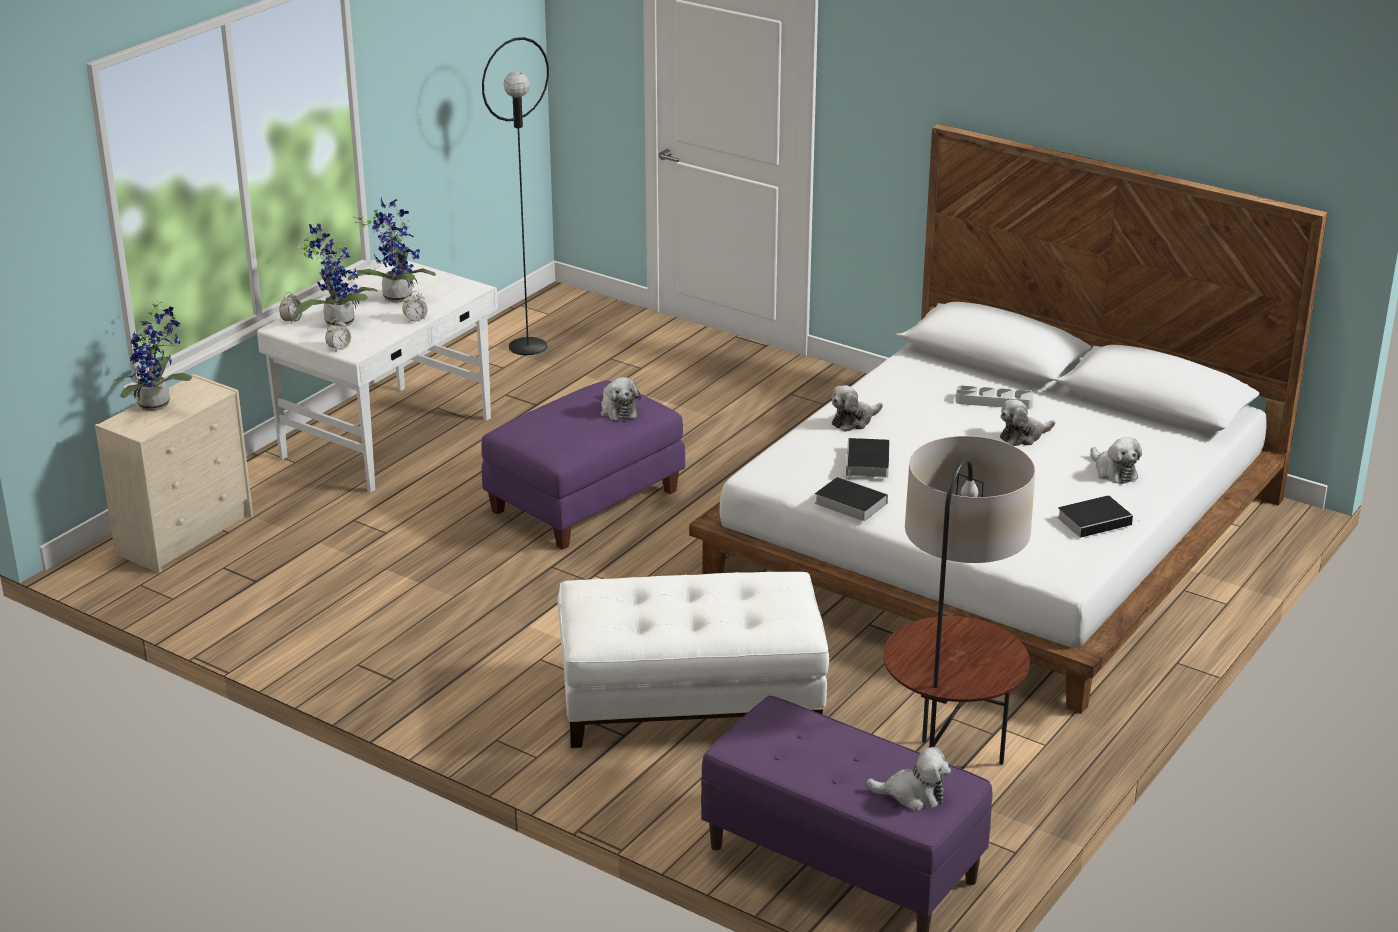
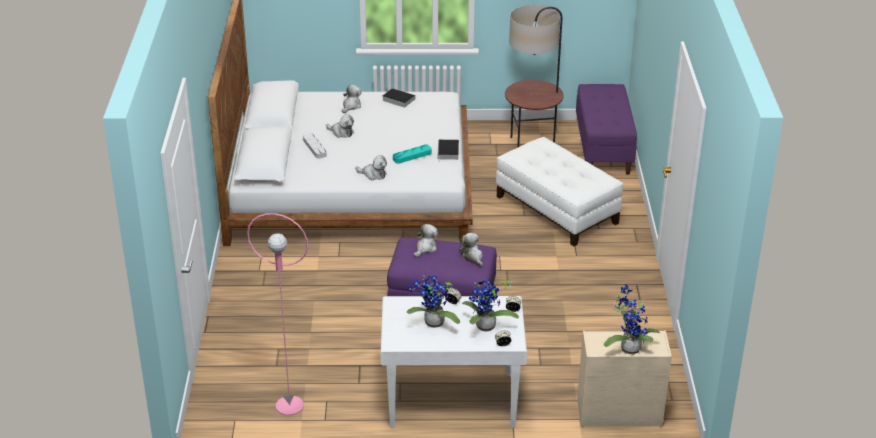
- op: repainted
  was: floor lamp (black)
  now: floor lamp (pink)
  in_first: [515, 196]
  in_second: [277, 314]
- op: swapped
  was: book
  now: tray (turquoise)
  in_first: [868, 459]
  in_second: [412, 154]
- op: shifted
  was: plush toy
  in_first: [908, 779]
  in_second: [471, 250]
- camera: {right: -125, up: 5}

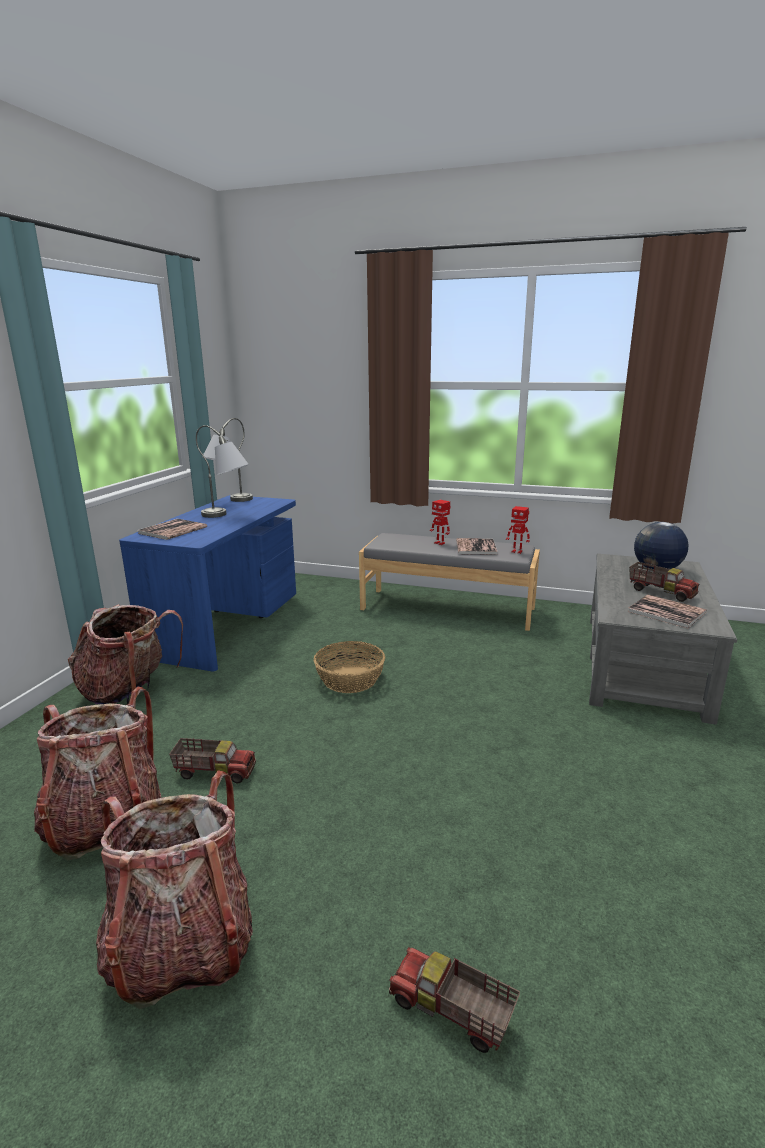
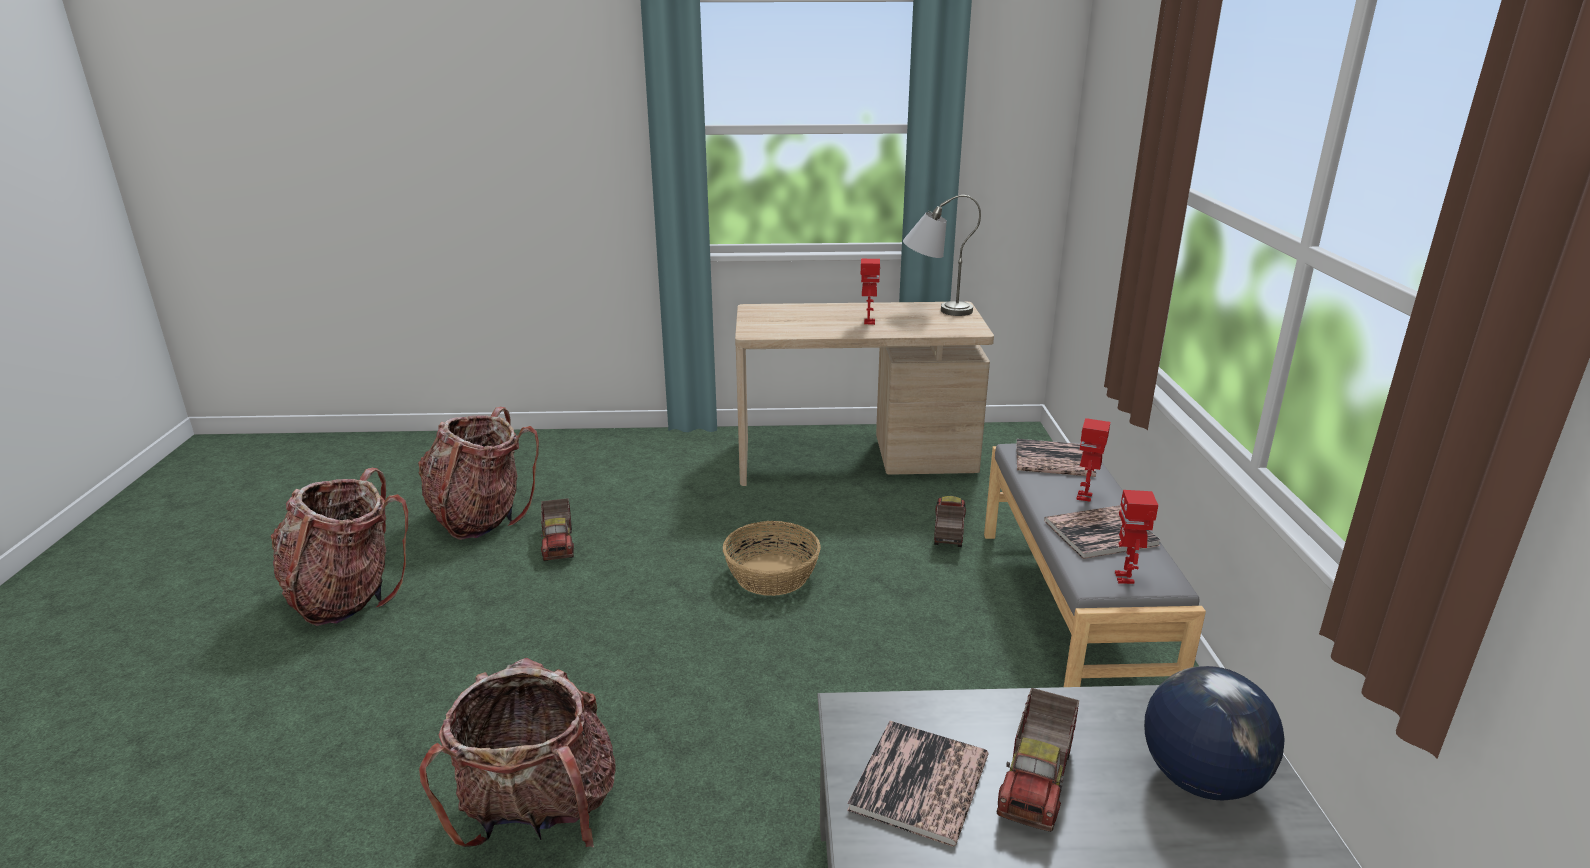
- op: shifted
  was: backpack
  in_first: [125, 654]
  in_second: [517, 752]
- op: repainted
  was: desk (blue)
  now: desk (beige)
  in_first: [207, 583]
  in_second: [864, 394]
- op: swapped
  was: table lamp (grey)
  now: toy robot
  in_first: [222, 471]
  in_second: [870, 292]
- op: shifted
  was: toy truck
  in_first: [454, 1000]
  in_second: [950, 521]
- op: shifted
  was: book
  in_first: [172, 529]
  in_second: [1056, 458]
- camera: {right: 70, up: 5}

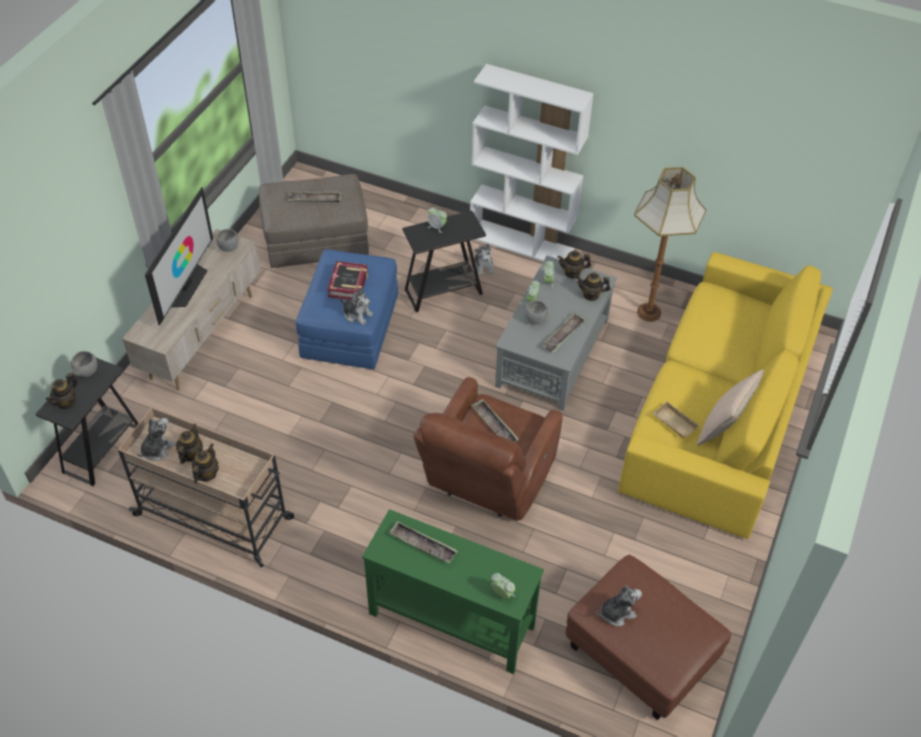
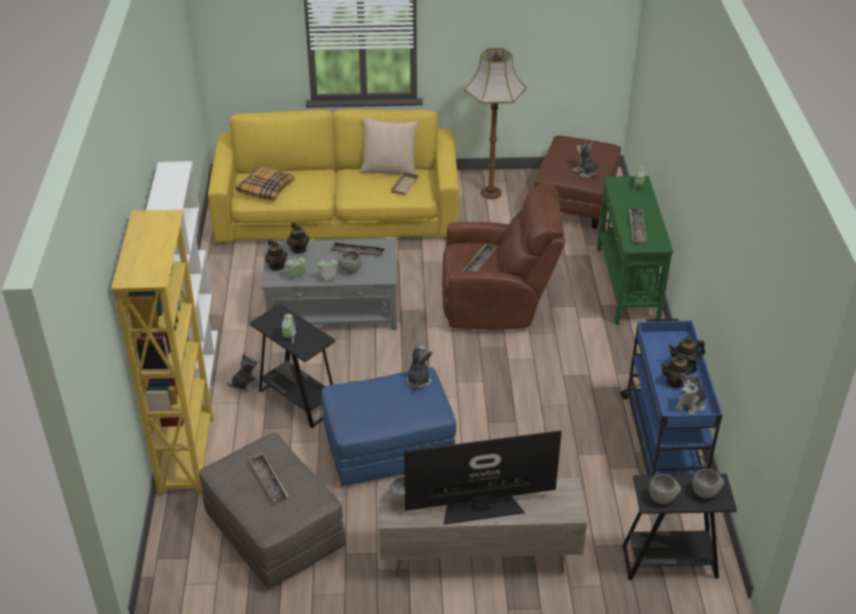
- op: new
  now: bookcase (yellow)
  in_second: [162, 353]
- op: new
  now: pillow
  in_second: [264, 183]
- op: shifted
  was: floor lamp
  in_first: [670, 244]
  in_second: [495, 123]
- op: repainted
  was: cart (beige)
  now: cart (blue)
  in_first: [206, 487]
  in_second: [671, 396]
- op: rotated
  was: plush toy
  in_first: [156, 439]
  in_second: [690, 394]
  clockwise: -60
- op: swapped
  was: teapot
  now: bowl (grey)
  in_first: [62, 391]
  in_second: [708, 483]
- op: gone
  was: book
  in_first: [347, 280]
- camera: {right: -115, up: -10}

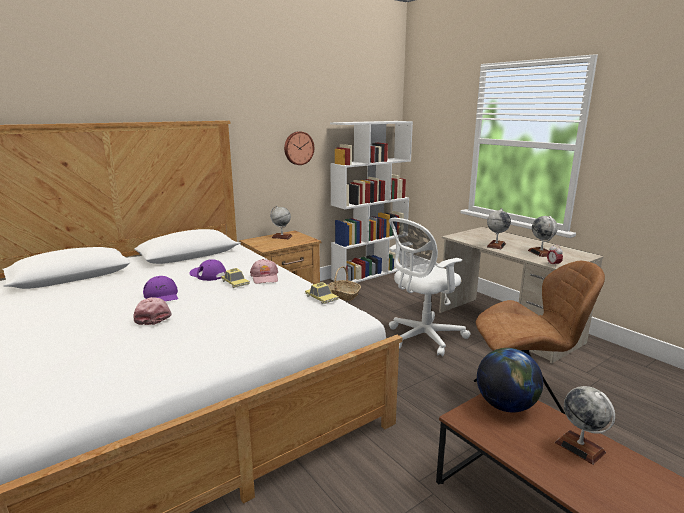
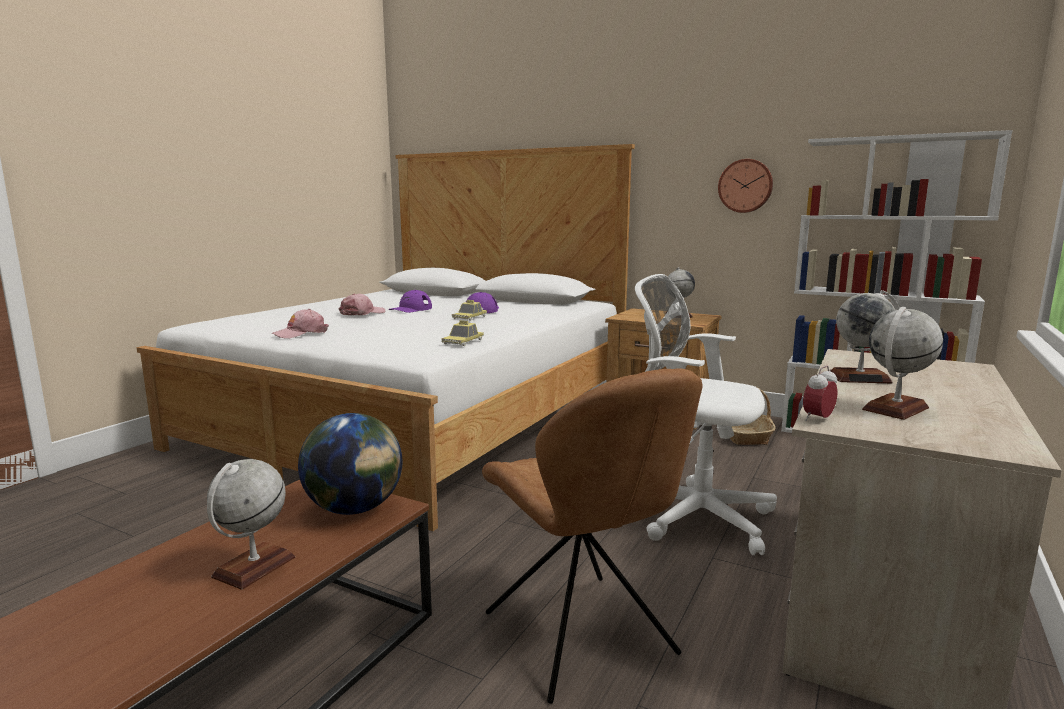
- op: shifted
  was: cap (pink)
  in_first: [264, 271]
  in_second: [300, 324]
- camera: {right: 65, up: -5}

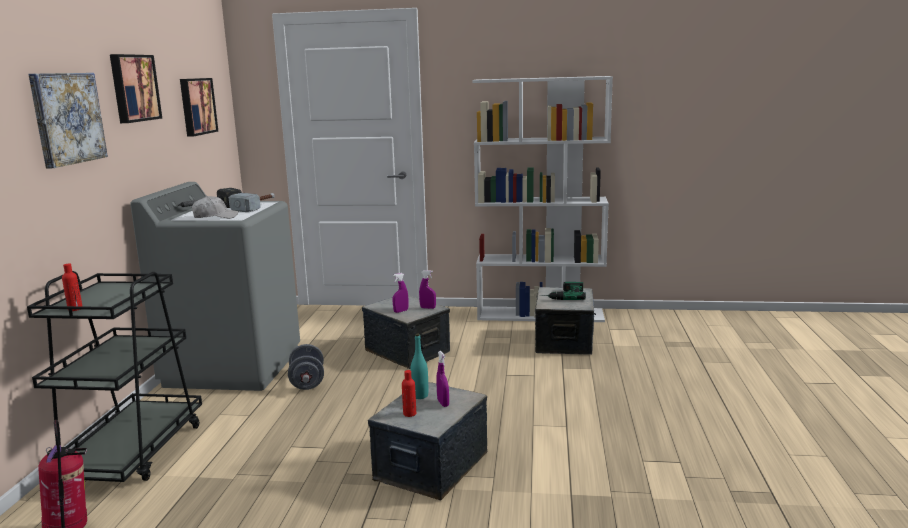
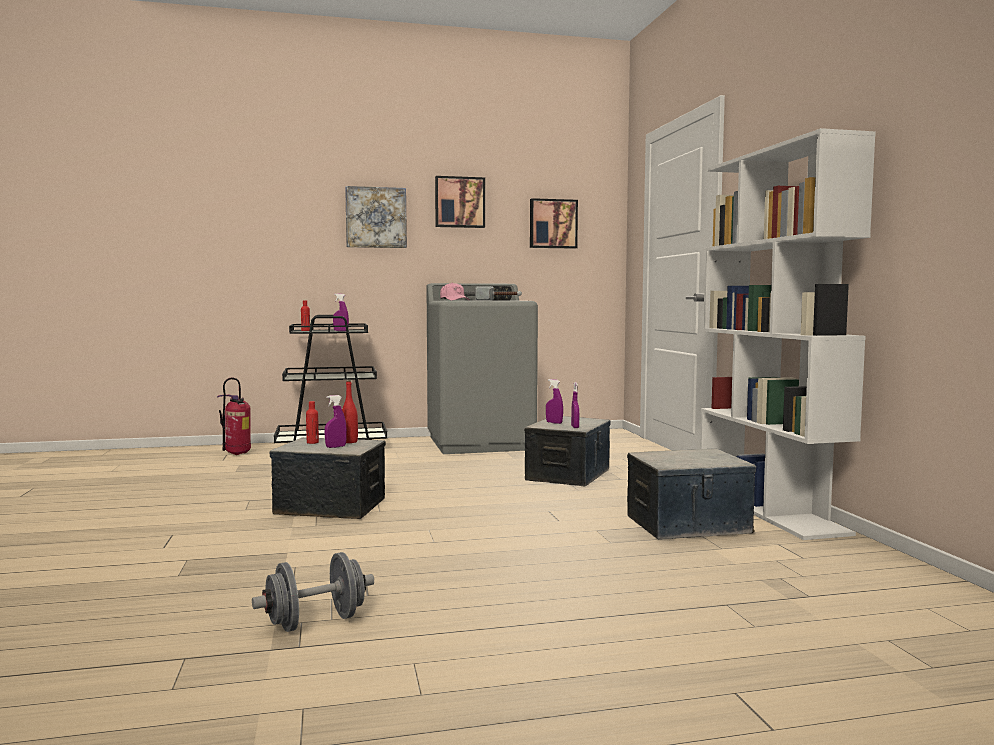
- op: shifted
  was: dumbbell (grey)
  in_first: [306, 367]
  in_second: [313, 592]
- op: new
  now: spray bottle (purple)
  in_second: [341, 312]
- op: repainted
  was: bottle (turquoise)
  now: bottle (red)
  in_first: [419, 366]
  in_second: [350, 411]
- op: repainted
  was: cap (white)
  now: cap (pink)
  in_first: [215, 207]
  in_second: [455, 291]
- op: gone
  was: power drill
  in_first: [563, 291]
- camera: {right: 70, up: -10}

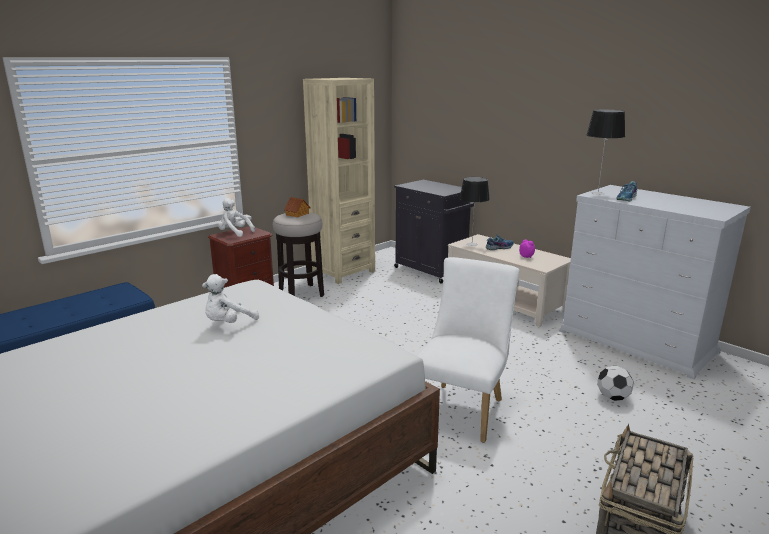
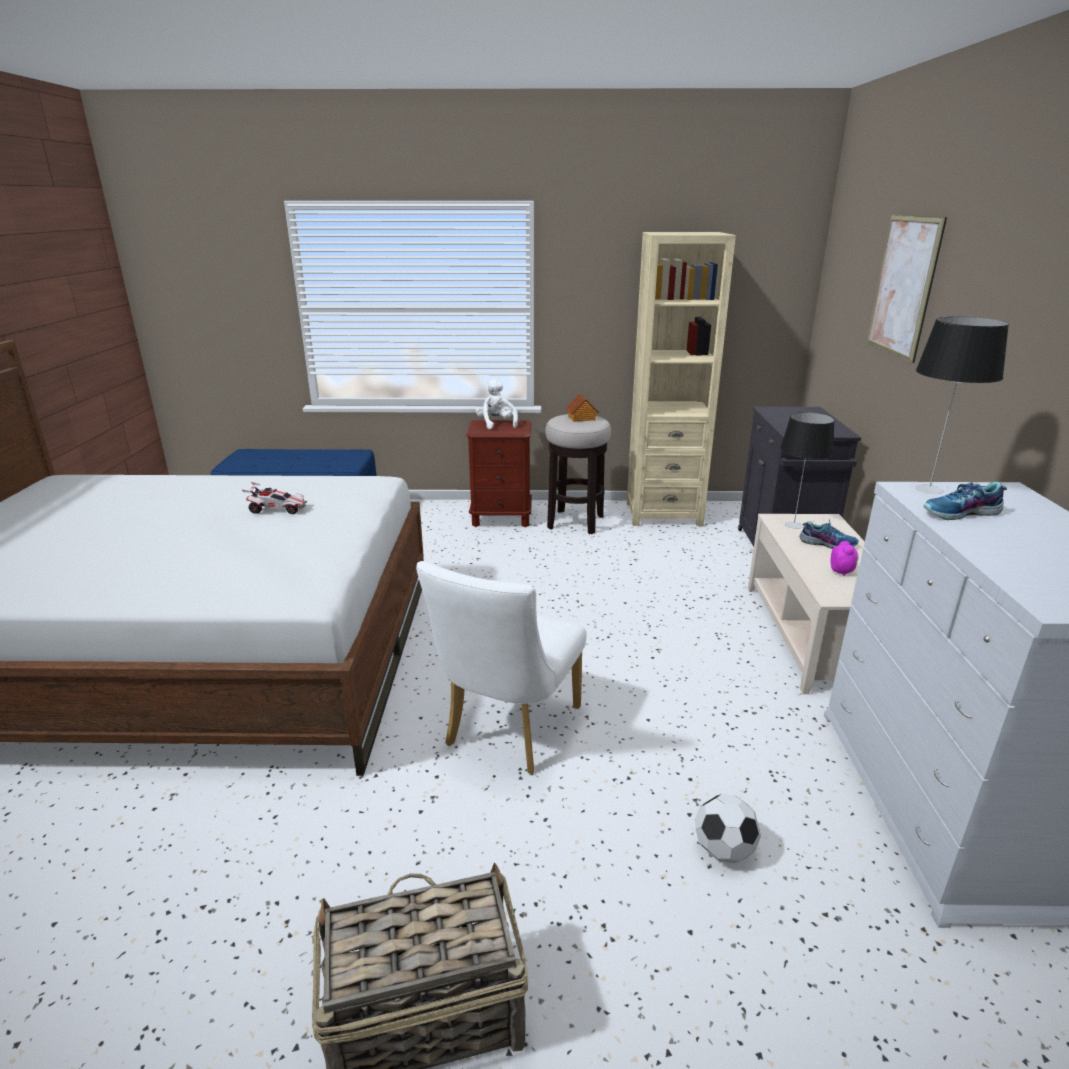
- op: swapped
  was: plush toy (white)
  now: toy car
  in_first: [230, 298]
  in_second: [274, 498]
- op: rotated
  was: chair (white)
  in_first: [468, 350]
  in_second: [501, 667]
  clockwise: 135
- op: new
  now: picture
  in_second: [907, 289]
- camera: {right: 45, up: 5}

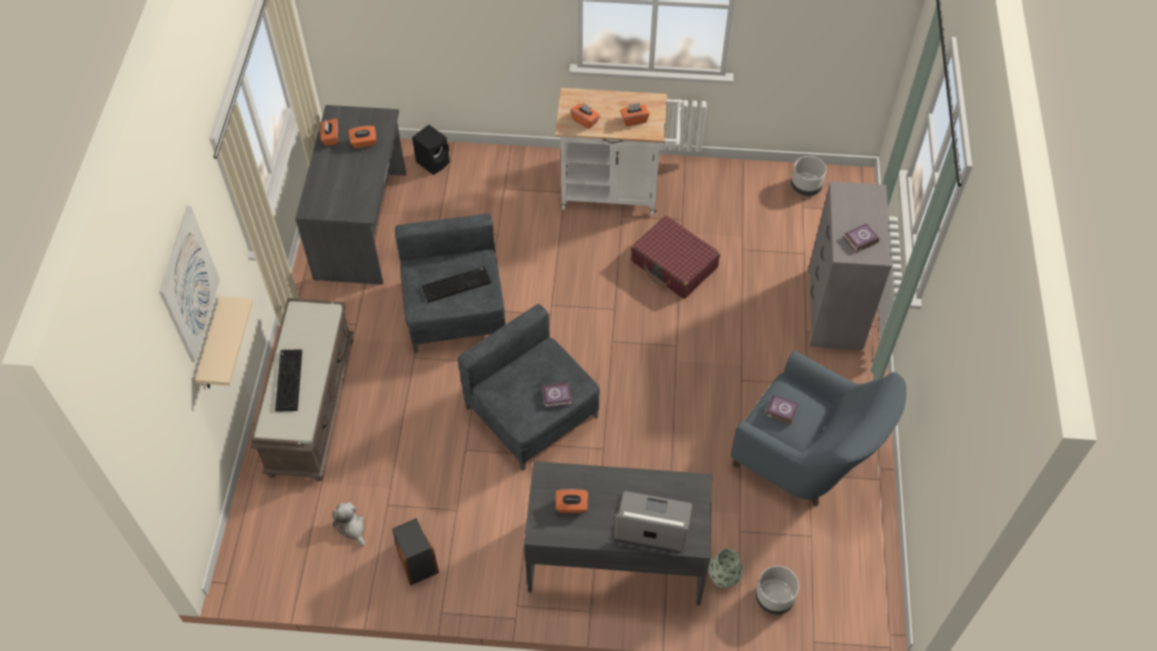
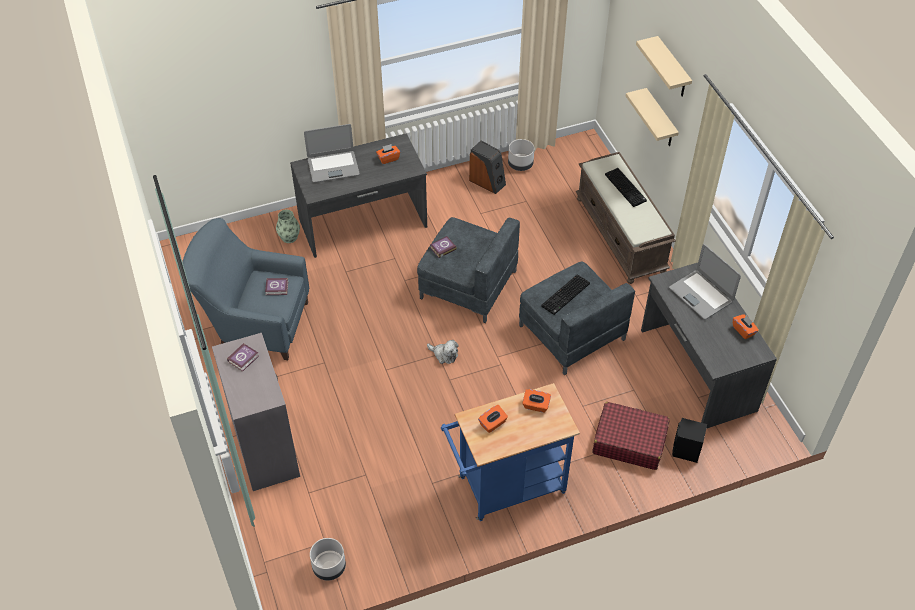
- op: shifted
  was: plush toy
  in_first: [348, 524]
  in_second: [443, 352]
- op: repainted
  was: cart (white)
  now: cart (blue)
  in_first: [619, 152]
  in_second: [510, 452]
- op: shifted
  was: planter (grey)
  in_first: [777, 590]
  in_second: [521, 155]
- op: shifted
  was: suitcase (red)
  in_first: [675, 257]
  in_second: [631, 436]
- op: swapped
  was: picture
  now: shelf (beige)
  in_first: [189, 284]
  in_second: [664, 66]
- op: new
  now: laptop
  in_second: [705, 281]
- op: gone
  was: tissue box (orange)
  in_first: [363, 137]
- camera: {right: 155, up: -5}

